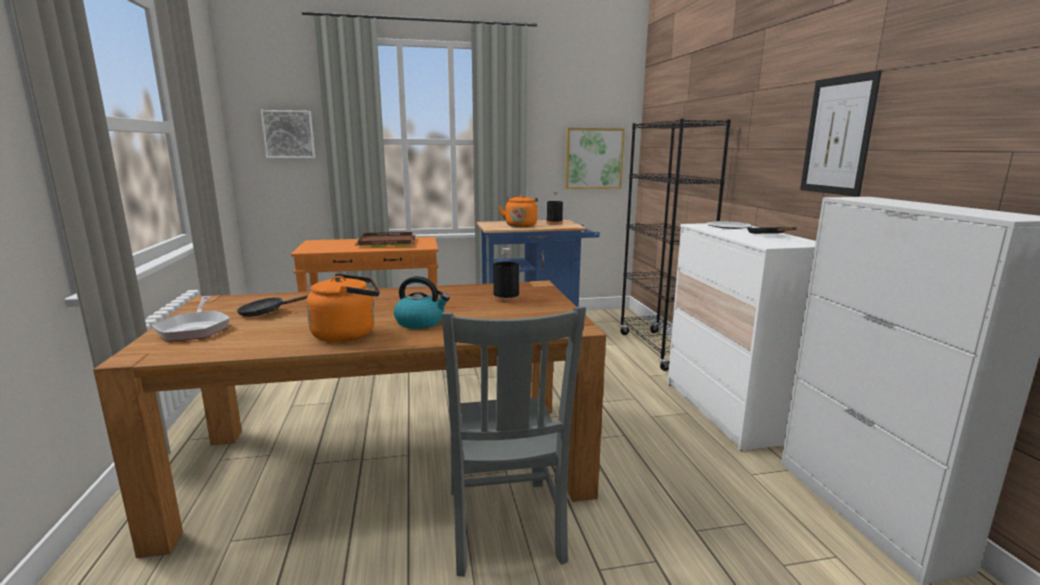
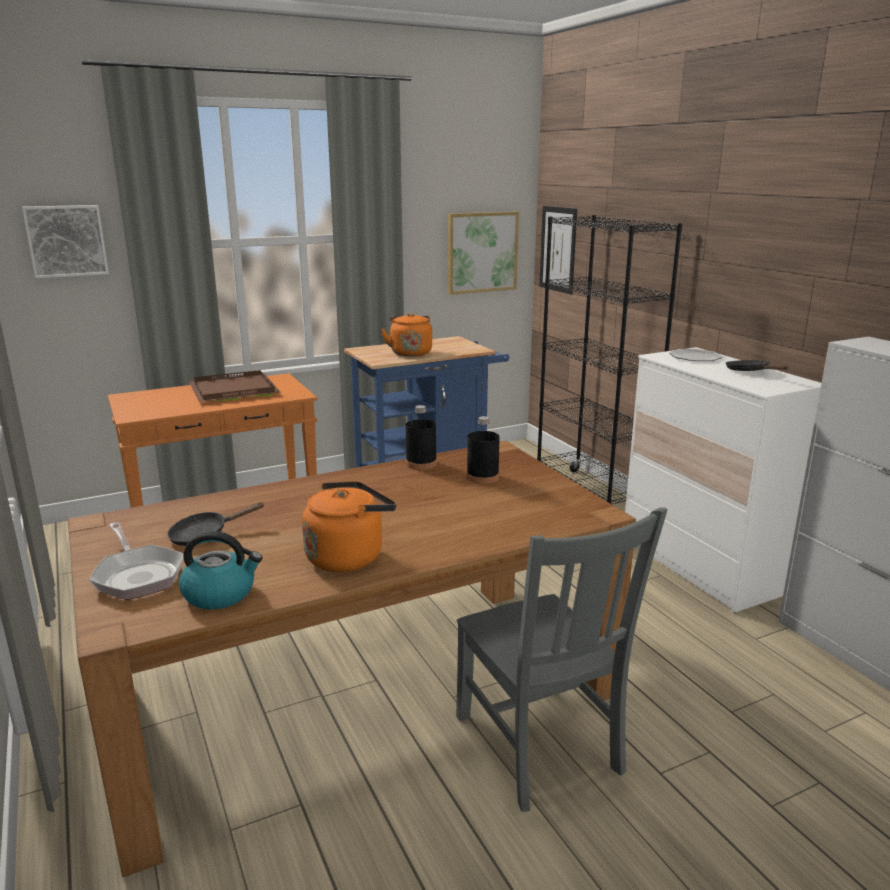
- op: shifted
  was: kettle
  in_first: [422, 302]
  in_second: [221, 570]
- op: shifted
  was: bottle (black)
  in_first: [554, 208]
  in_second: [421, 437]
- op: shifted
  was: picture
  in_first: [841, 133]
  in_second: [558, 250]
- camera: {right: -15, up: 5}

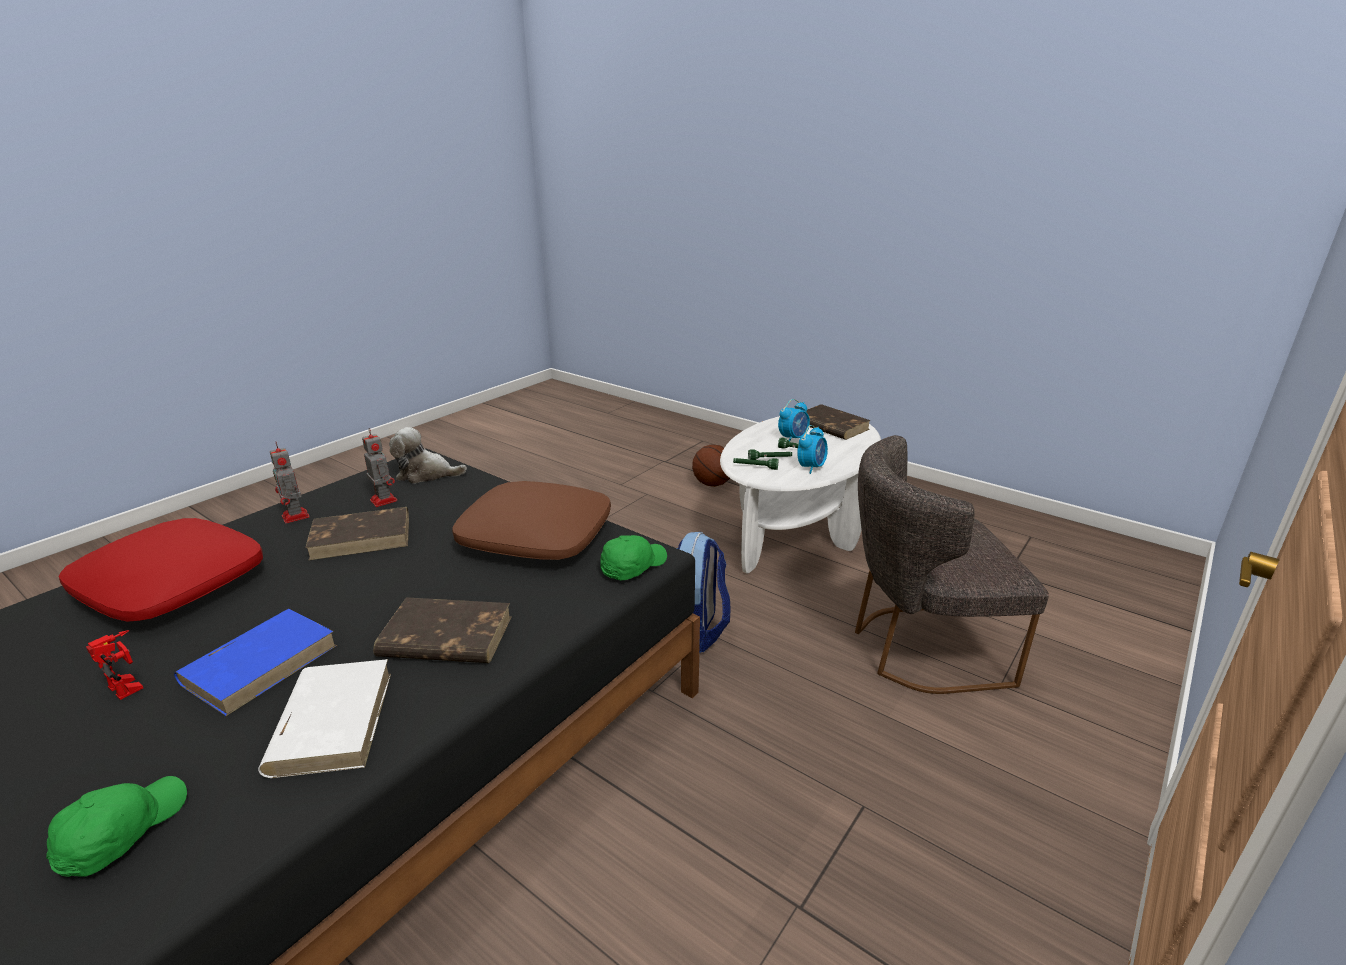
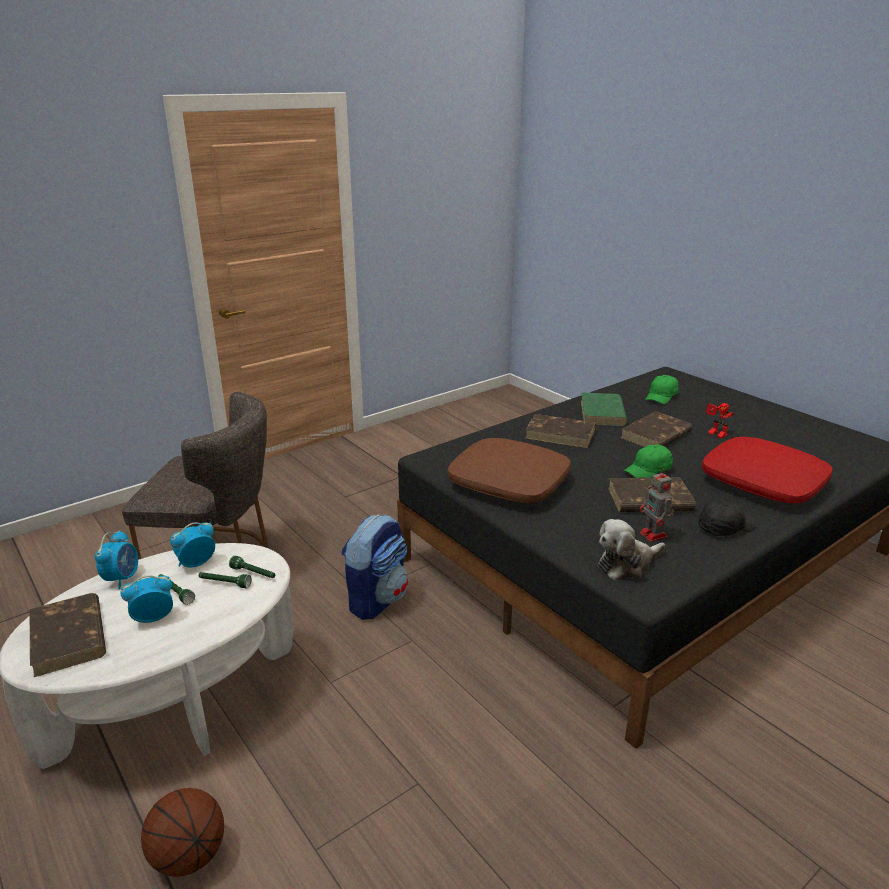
- op: new
  now: alarm clock
  in_second: [116, 559]
- op: repainted
  was: book (white)
  now: book (green)
  in_first: [324, 718]
  in_second: [604, 409]
- op: rotated
  was: plush toy
  in_first: [428, 455]
  in_second: [631, 550]
  clockwise: 135
- op: repainted
  was: book (blue)
  now: book (brown)
  in_first: [255, 662]
  in_second: [656, 429]
- op: shifted
  was: cap (green)
  in_first: [633, 557]
  in_second: [648, 461]
- op: swapped
  was: toy robot
  now: cap (black)
  in_first: [290, 483]
  in_second: [727, 518]
- camera: {right: -165, up: 0}

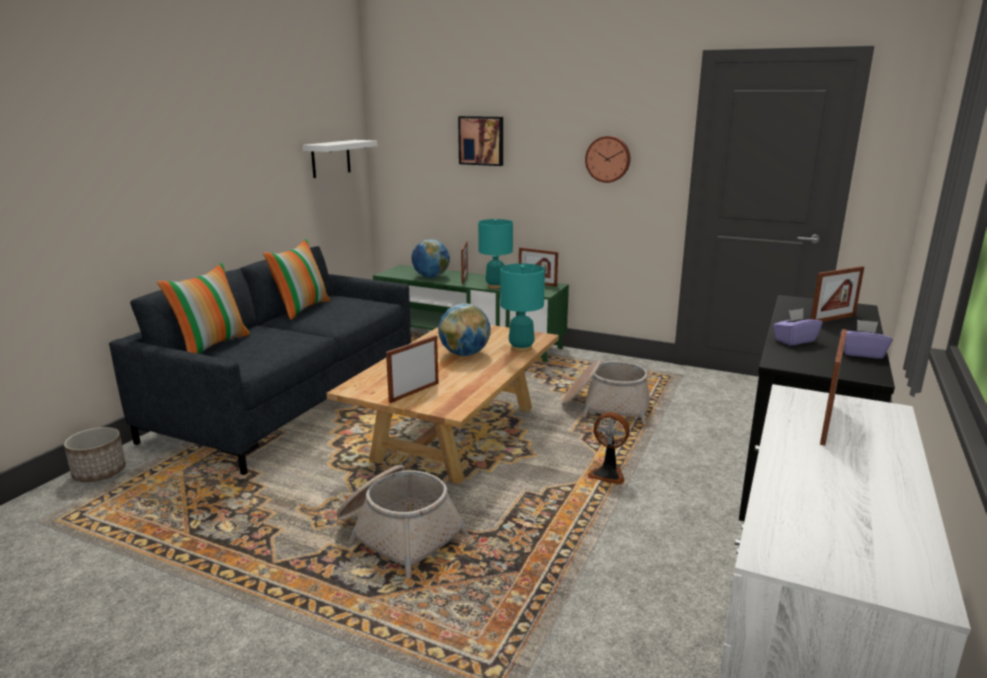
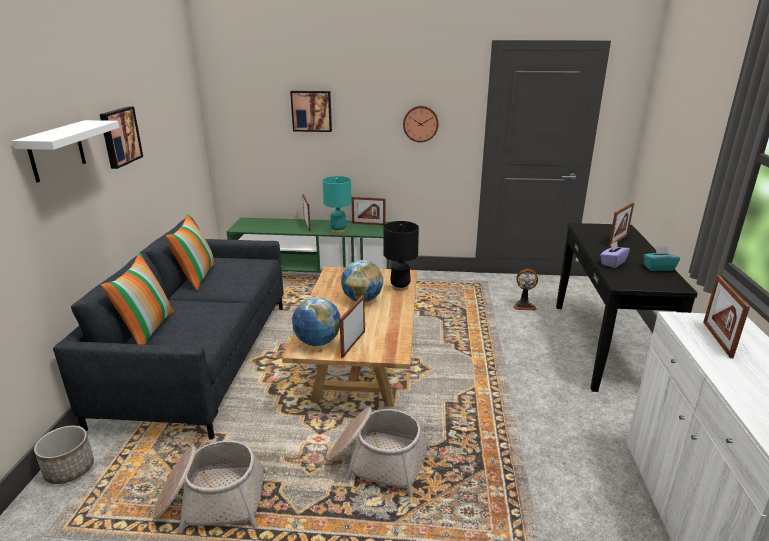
- op: shifted
  was: shelf (white)
  in_first: [340, 159]
  in_second: [65, 151]
- op: new
  now: picture
  in_second: [121, 137]
- op: shifted
  was: basket
  in_first: [606, 391]
  in_second: [209, 487]
- op: shifted
  was: globe
  in_first: [430, 258]
  in_second: [316, 321]
- op: repainted
  was: table lamp (turquoise)
  now: table lamp (black)
  in_first: [522, 307]
  in_second: [401, 256]
- op: shifted
  was: fan
  in_first: [609, 448]
  in_second: [525, 289]
- op: repainted
  was: tissue box (purple)
  now: tissue box (turquoise)
  in_first: [866, 339]
  in_second: [661, 258]
- camera: {right: -20, up: 5}

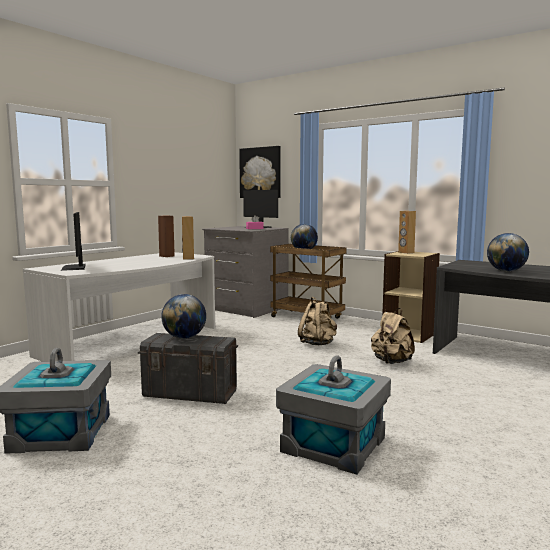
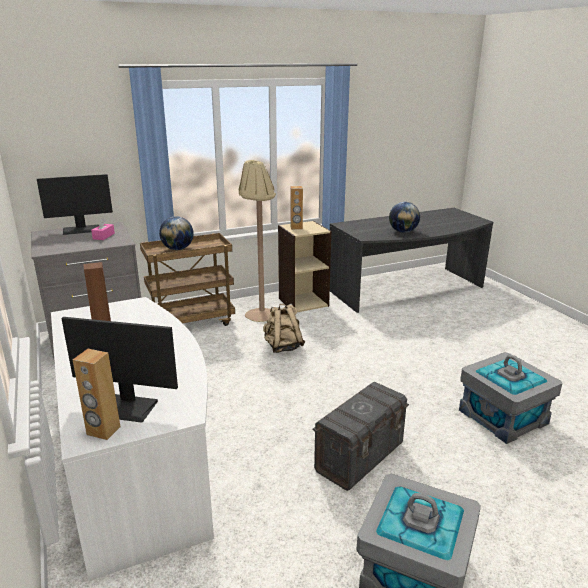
- op: shifted
  was: speaker (brown)
  in_first: [188, 238]
  in_second: [97, 394]
- op: new
  now: floor lamp (beige)
  in_second: [257, 241]
- op: gone
  was: globe
  in_first: [183, 316]
- op: gone
  was: picture
  in_first: [260, 172]
- op: gone
  was: backpack (beige)
  in_first: [393, 336]
- camera: {right: -60, up: 15}

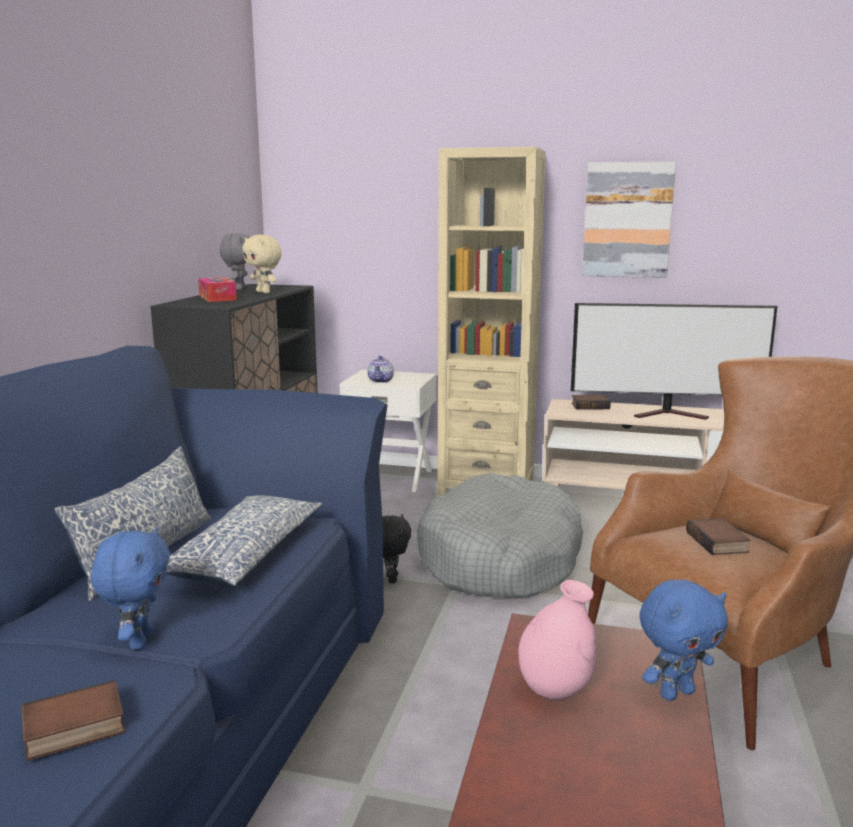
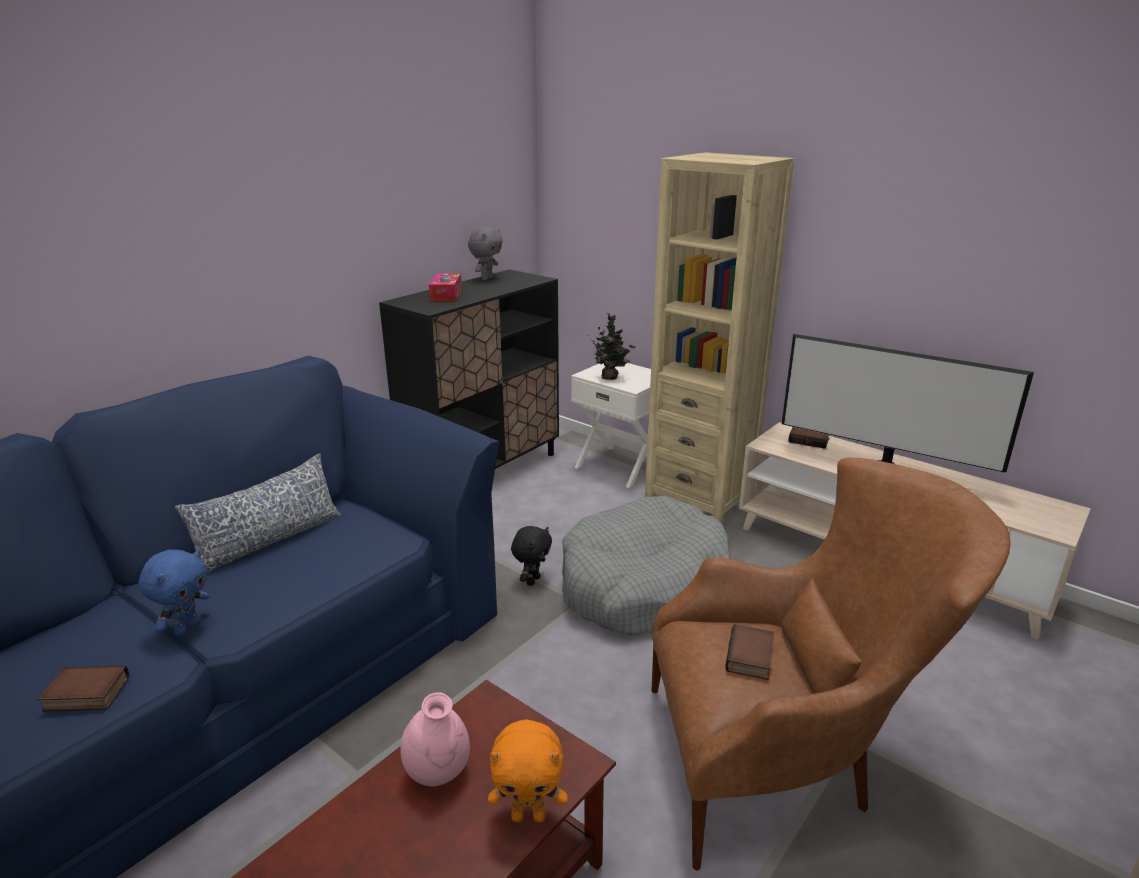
- op: repainted
  was: plush toy (blue)
  now: plush toy (orange)
  in_first: [684, 640]
  in_second: [527, 770]
- op: swapped
  was: teapot
  now: potted plant
  in_first: [380, 369]
  in_second: [612, 346]
- op: gone
  was: pillow
  in_first: [244, 540]
- op: gone
  was: plush toy (beige)
  in_first: [262, 264]
- op: gone
  was: picture
  in_first: [629, 219]
- camera: {right: 25, up: 10}

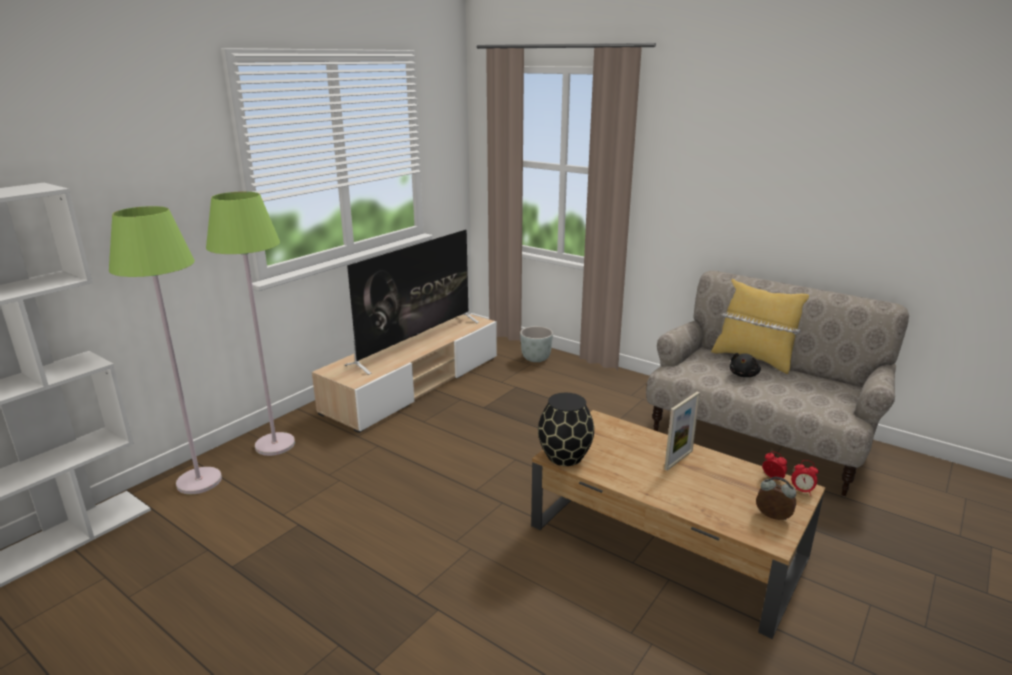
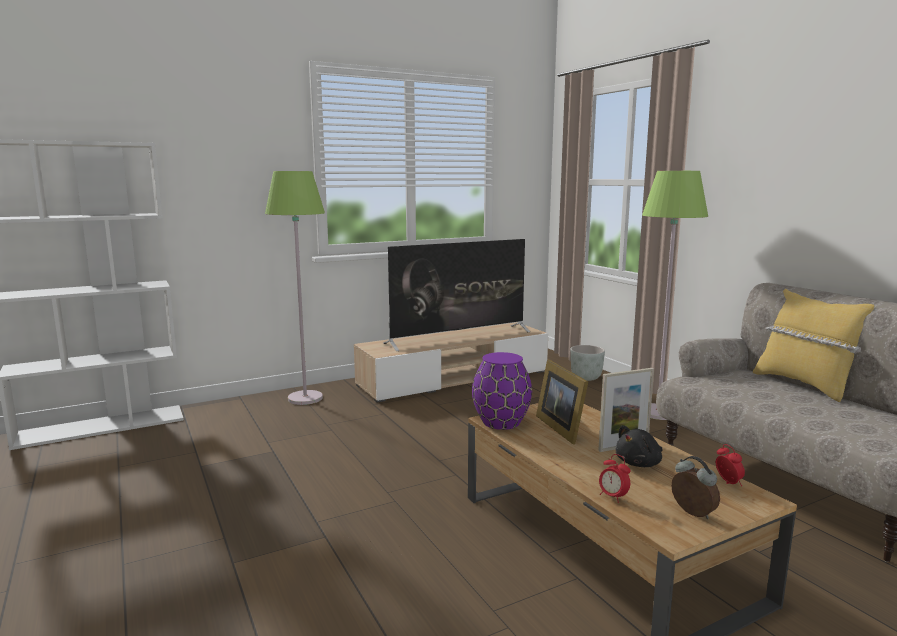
- op: repainted
  was: vase (black)
  now: vase (purple)
  in_first: [566, 429]
  in_second: [502, 391]
- op: new
  now: picture frame
  in_second: [562, 402]
- op: shifted
  was: alarm clock
  in_first: [805, 478]
  in_second: [614, 478]
- op: shifted
  was: plush toy (black)
  in_first: [745, 365]
  in_second: [639, 446]
- op: shifted
  was: floor lamp (green)
  in_first: [165, 350]
  in_second: [675, 295]
- camera: {right: 25, up: -10}

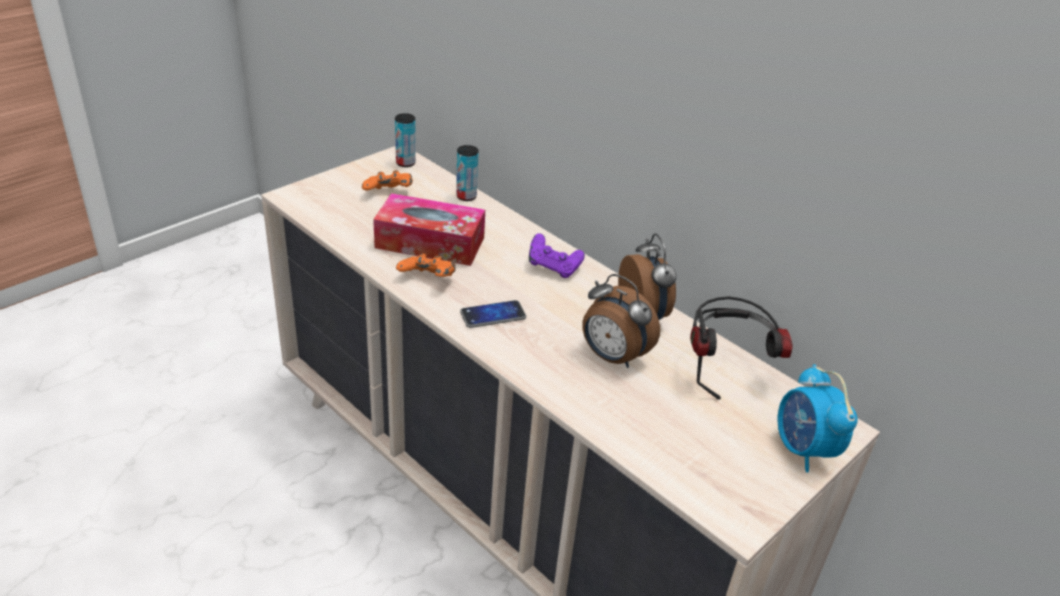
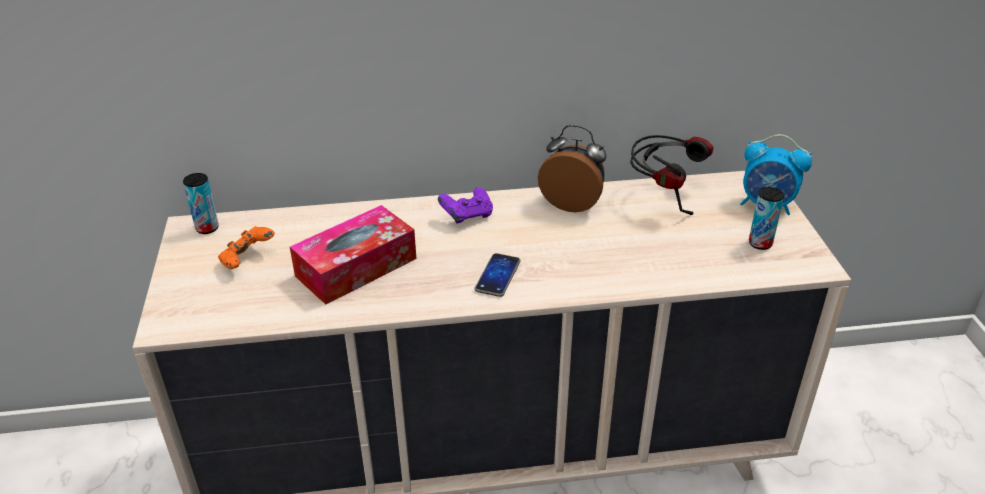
- op: shifted
  was: can
  in_first: [467, 173]
  in_second: [766, 218]
- op: gone
  was: game controller (orange)
  in_first: [425, 265]
- op: gone
  was: alarm clock
  in_first: [621, 321]
- camera: {right: -50, up: 0}

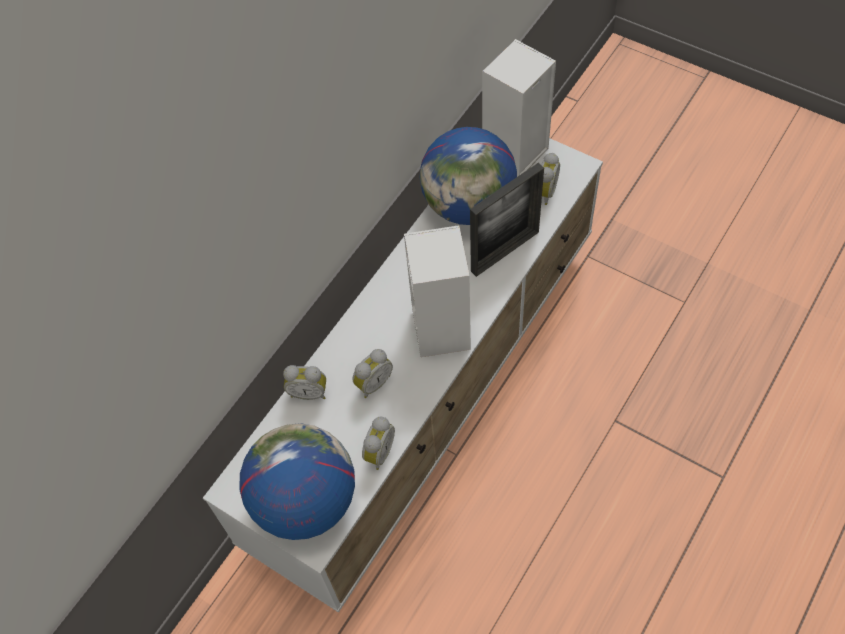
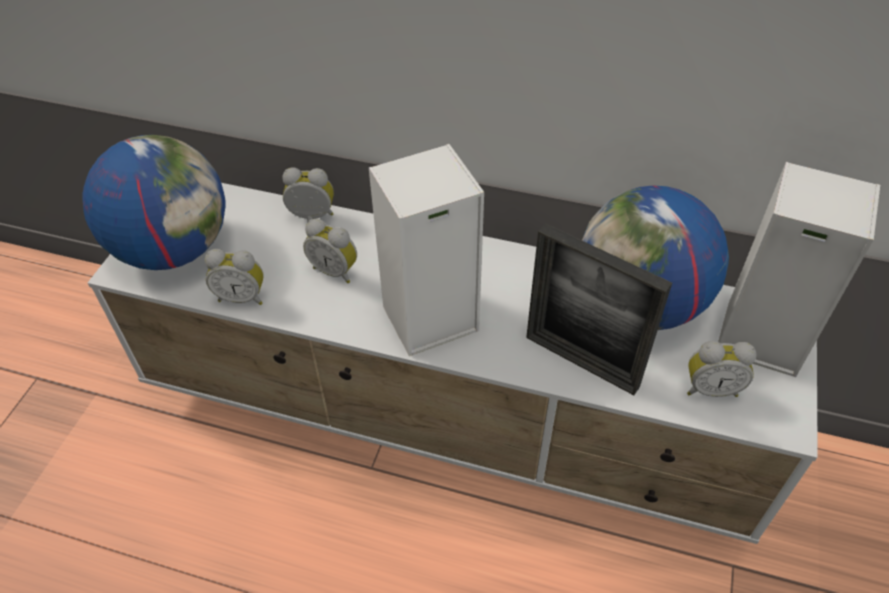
- op: rotated
  was: alarm clock
  in_first: [304, 382]
  in_second: [308, 195]
  clockwise: 105
- camera: {right: 70, up: -10}

